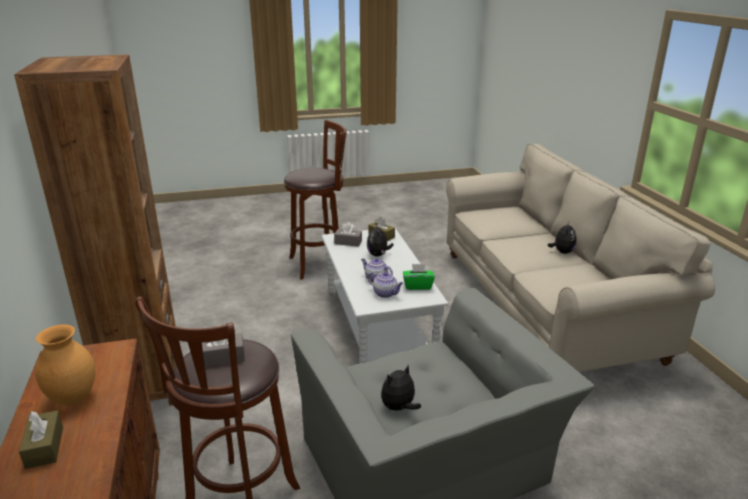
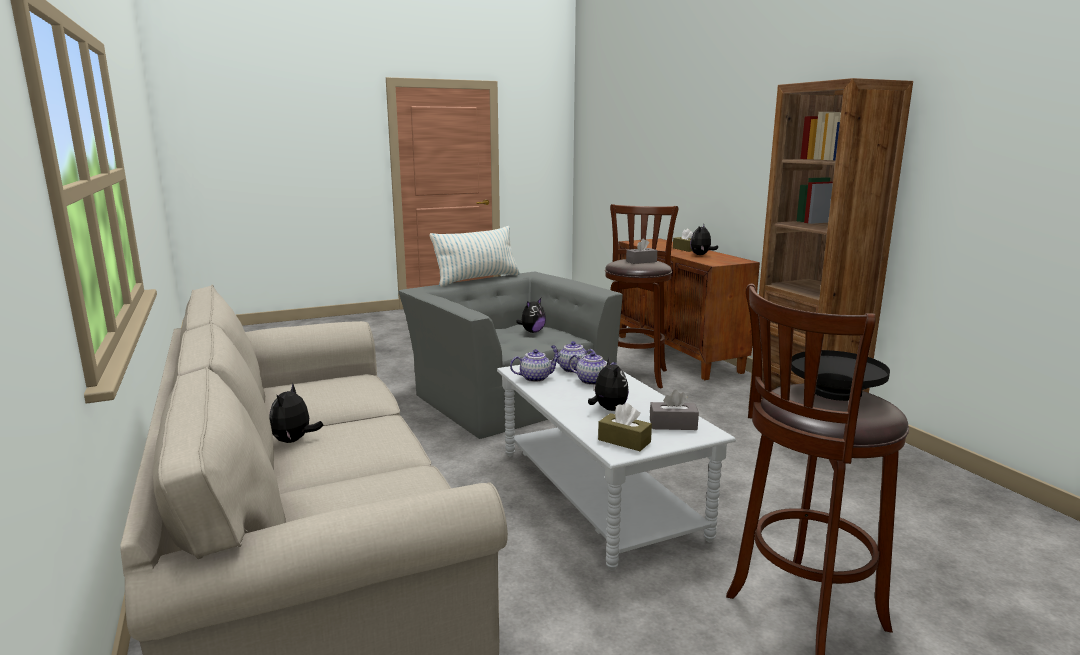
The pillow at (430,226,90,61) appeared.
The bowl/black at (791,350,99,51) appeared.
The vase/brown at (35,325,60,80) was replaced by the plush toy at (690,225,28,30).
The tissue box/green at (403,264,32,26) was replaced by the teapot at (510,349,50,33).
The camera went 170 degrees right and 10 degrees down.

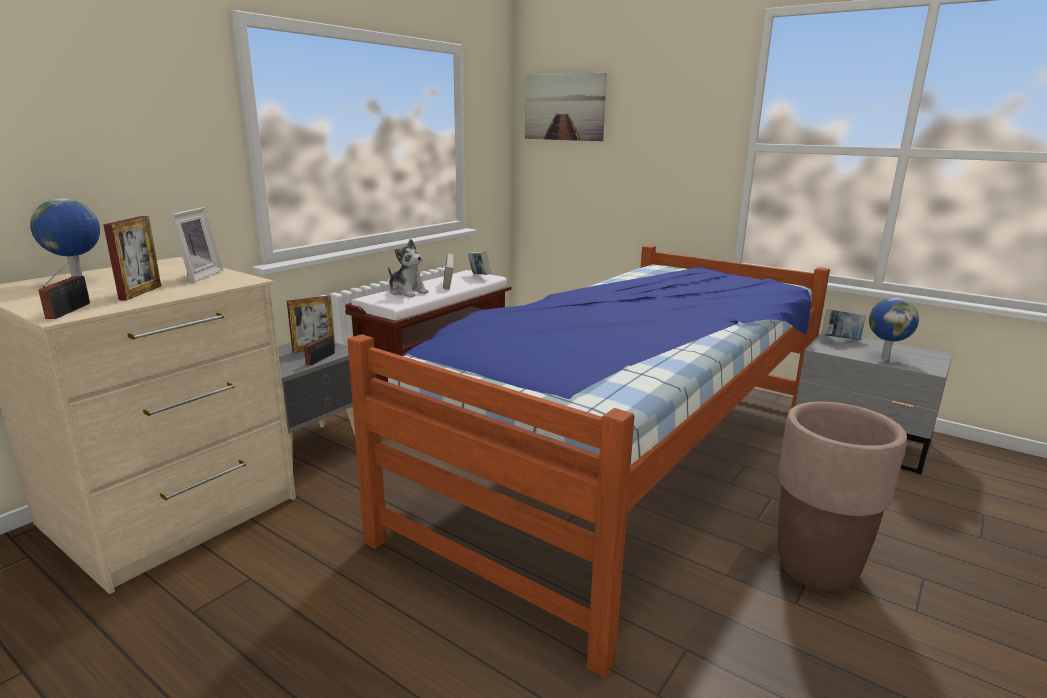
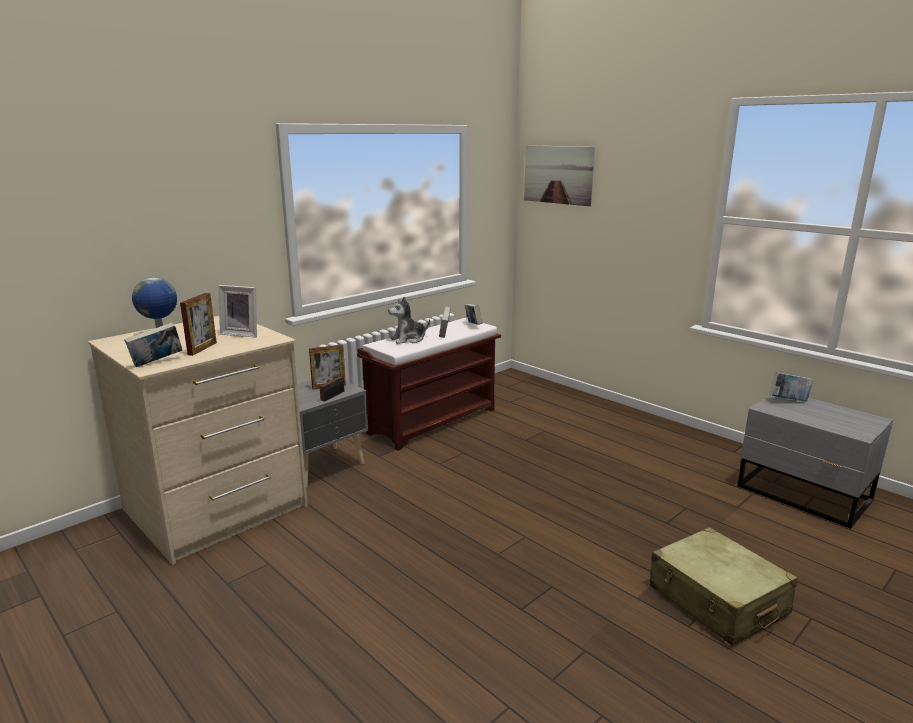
The bed at (347,245,483,432) disappeared.
The globe at (869,298,50,62) disappeared.
The radio at (39,253,51,66) was replaced by the book at (124,322,59,45).
The planter/brown at (777,402,130,189) was replaced by the suitcase/beige at (650,527,148,119).
The picture frame at (169,207,54,76) turned 90 degrees clockwise.
The plush toy at (388,239,41,58) turned 105 degrees clockwise.
The camera went 10 degrees right and 0 degrees up.

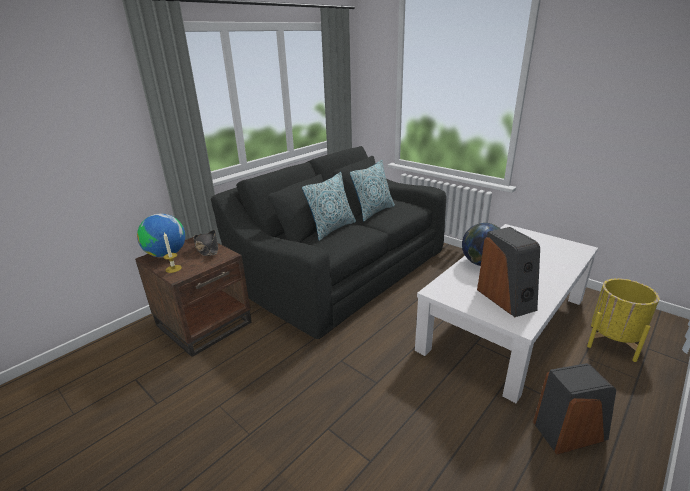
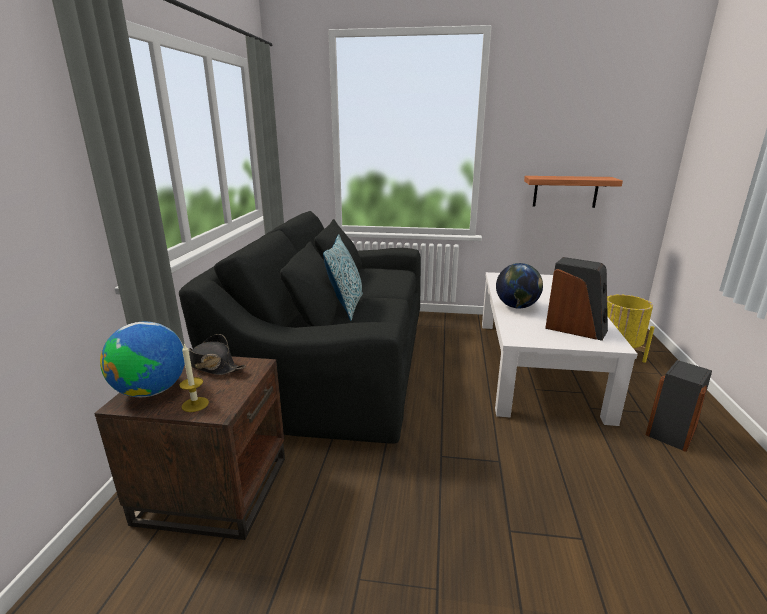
The pillow at (350,160,45,62) disappeared.
The shelf at (524,176,99,32) appeared.
The camera went 35 degrees left and 5 degrees down.

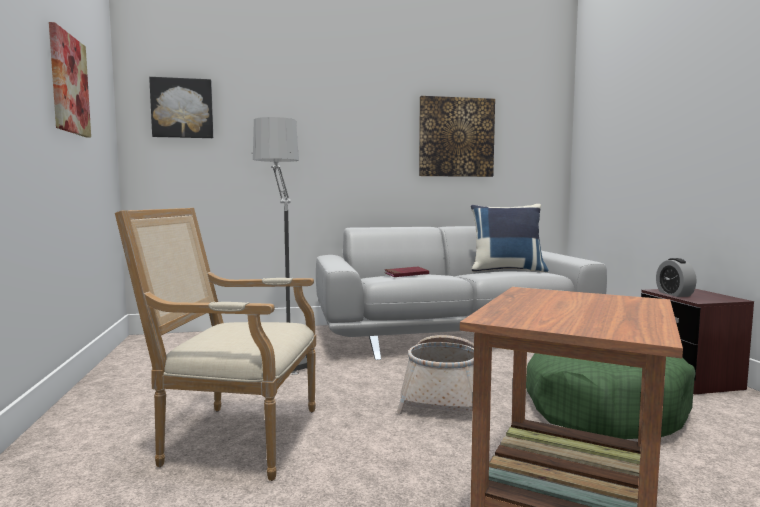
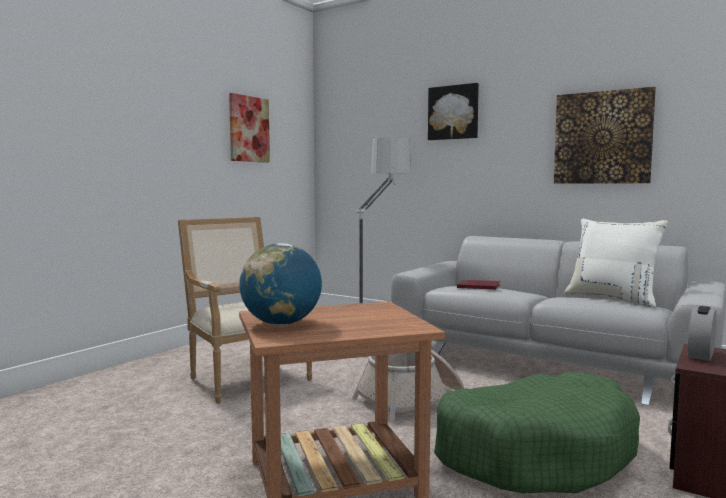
The globe at (239,243,83,82) appeared.
The picture moved from (149,77,64,61) to (428,83,51,57).
The pillow/blue at (471,204,78,68) became the pillow/white at (564,219,104,89).
The camera went 45 degrees right and 0 degrees up.

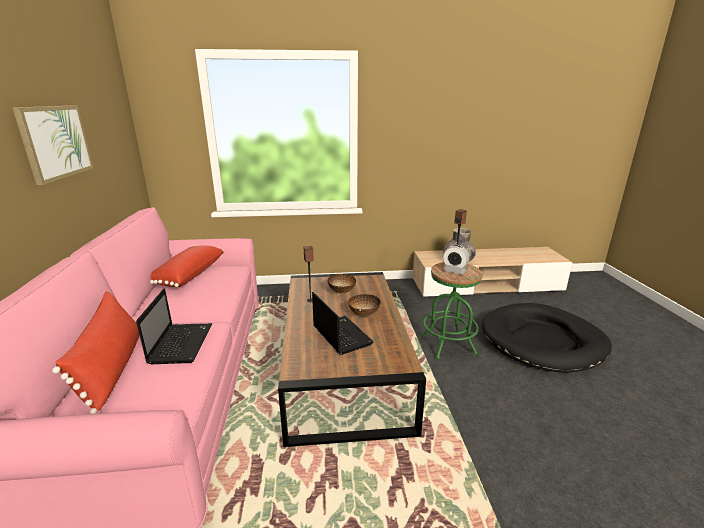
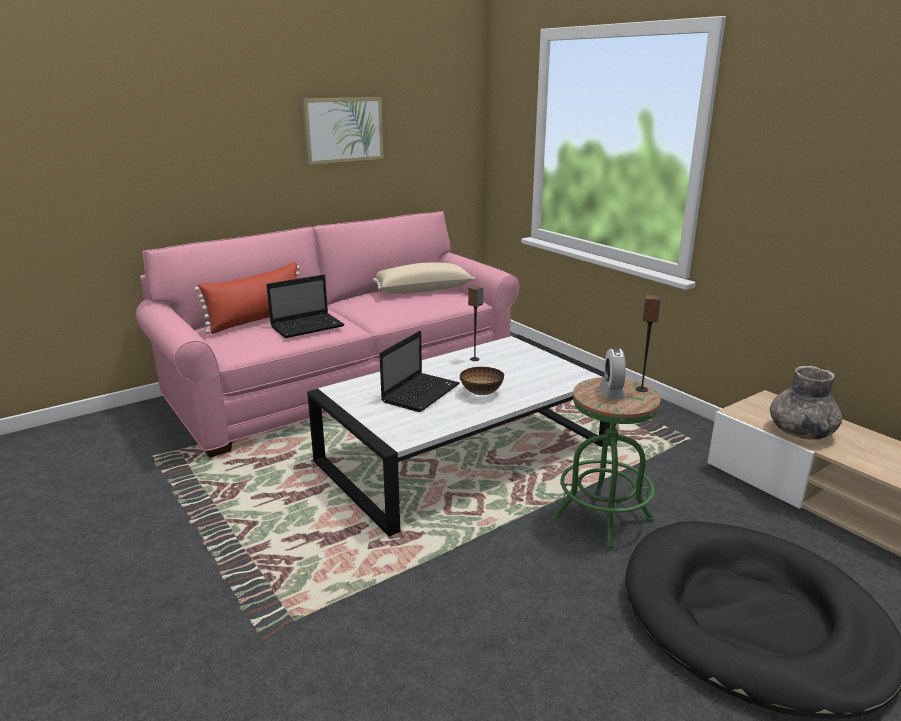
The bowl at (328,274,28,19) disappeared.
The pillow/red at (150,245,74,42) became the pillow/beige at (373,262,102,32).
The coffee table/brown at (278,272,148,175) became the coffee table/white at (307,335,303,201).
The camera went 60 degrees right and 0 degrees up.

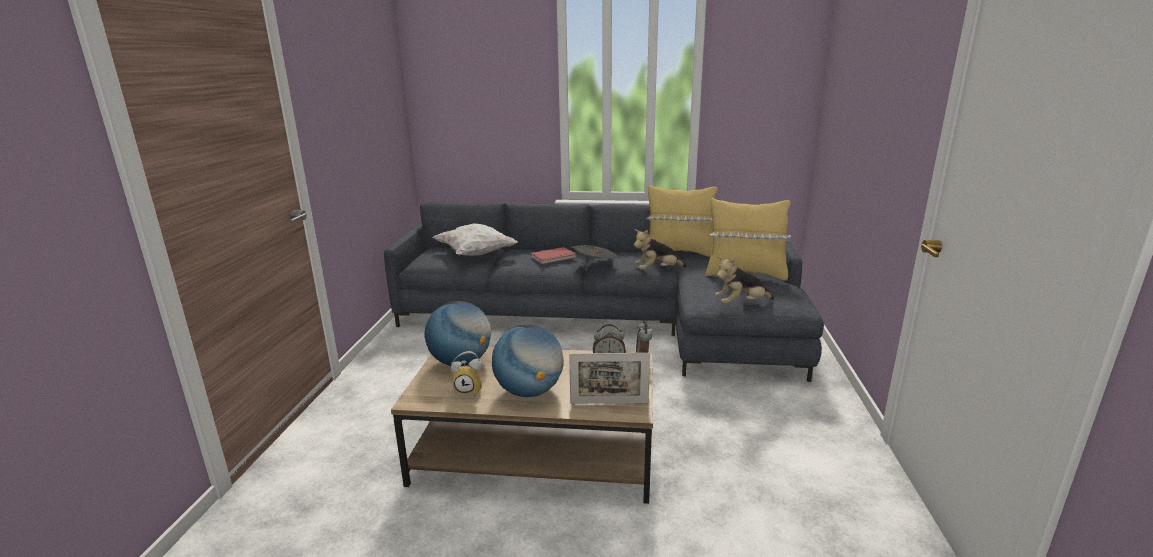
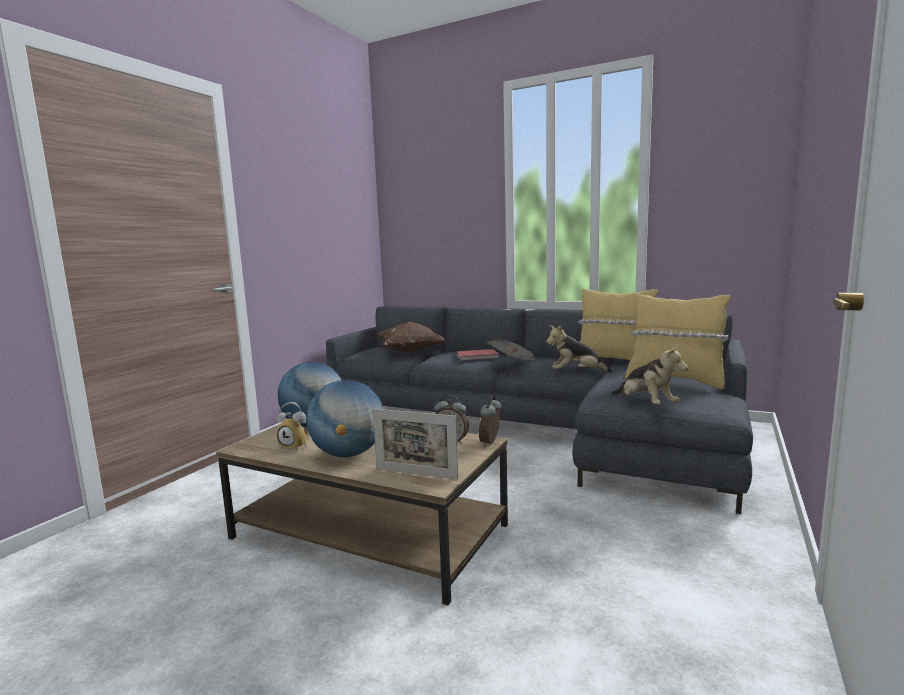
The pillow/white at (433,224,85,32) became the pillow/brown at (376,322,70,30).
The plush toy at (715,257,59,47) turned 120 degrees counterclockwise.
The camera went 20 degrees right and 10 degrees down.

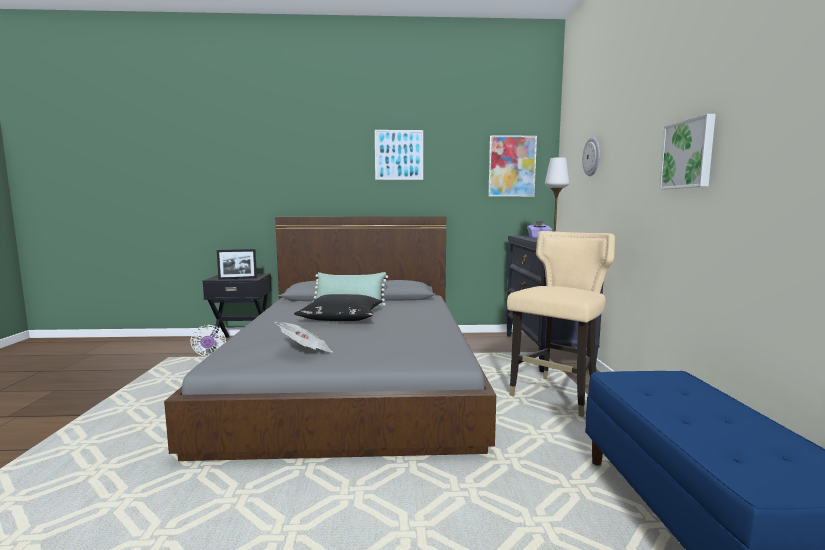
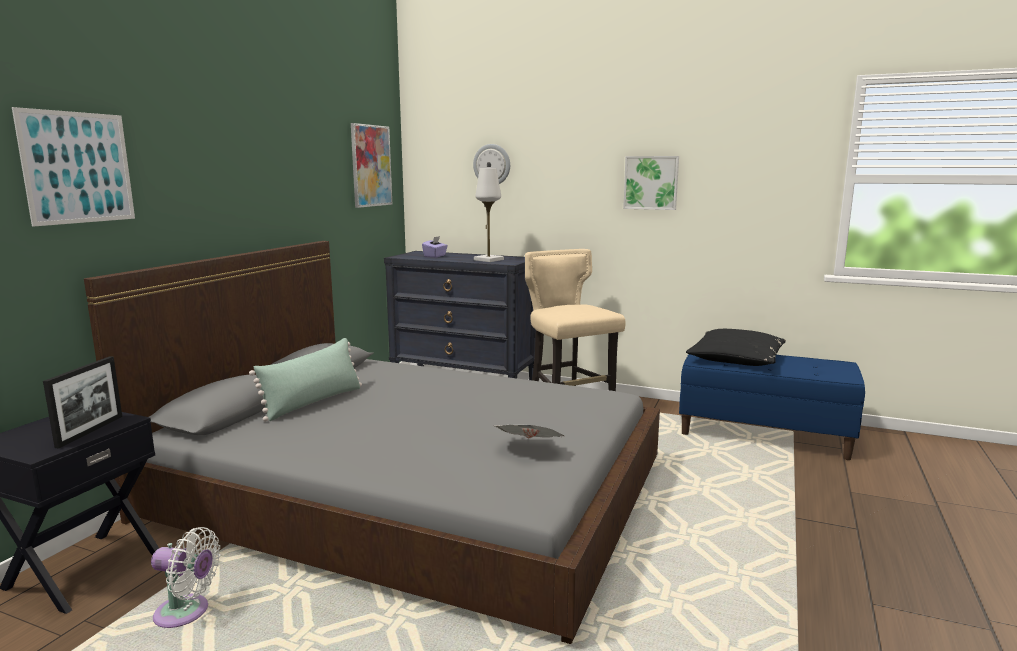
The pillow/black moved from (294,294,89,27) to (686,329,100,37).
The picture moved from (375,130,48,50) to (12,107,123,120).
The camera went 65 degrees left and 5 degrees up.

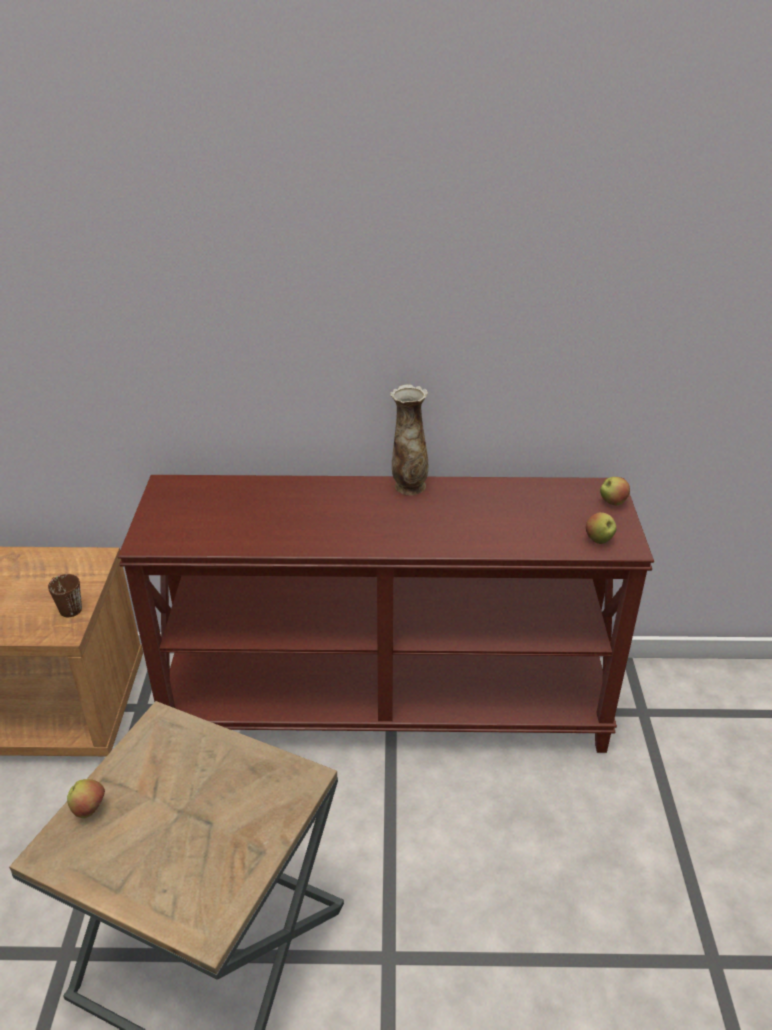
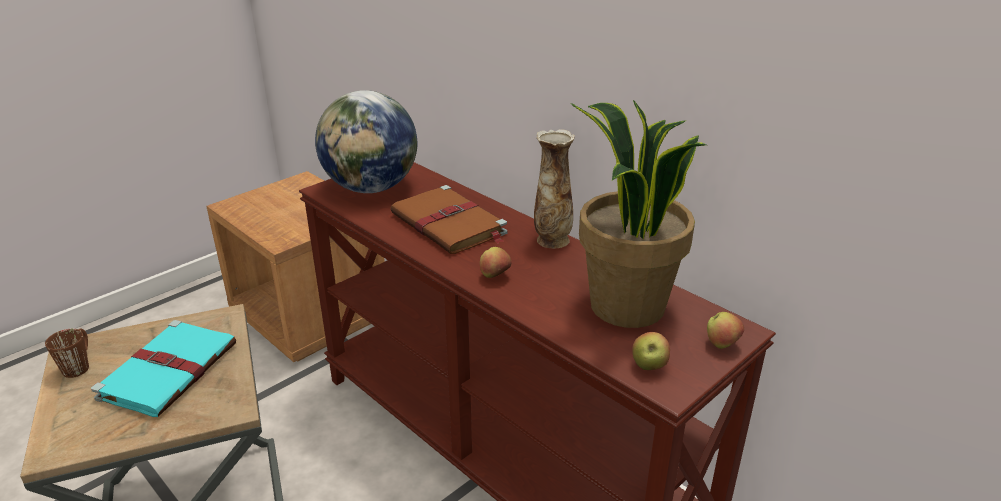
The book/turquoise at (91,320,145,97) appeared.
The globe at (315,90,102,103) appeared.
The book/brown at (390,185,118,69) appeared.
The potted plant at (571,100,135,228) appeared.
The mug/brown moved from (48,574,34,43) to (45,328,44,50).
The apple moved from (67,779,38,39) to (480,247,31,31).
The camera went 45 degrees right and 5 degrees down.

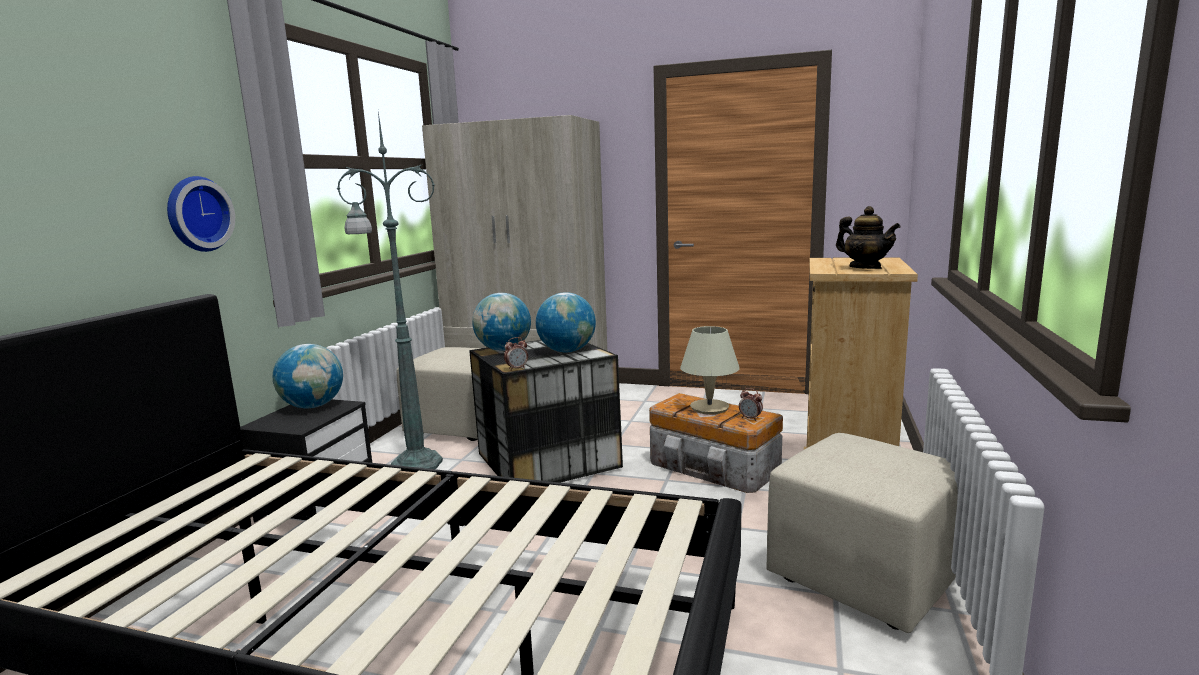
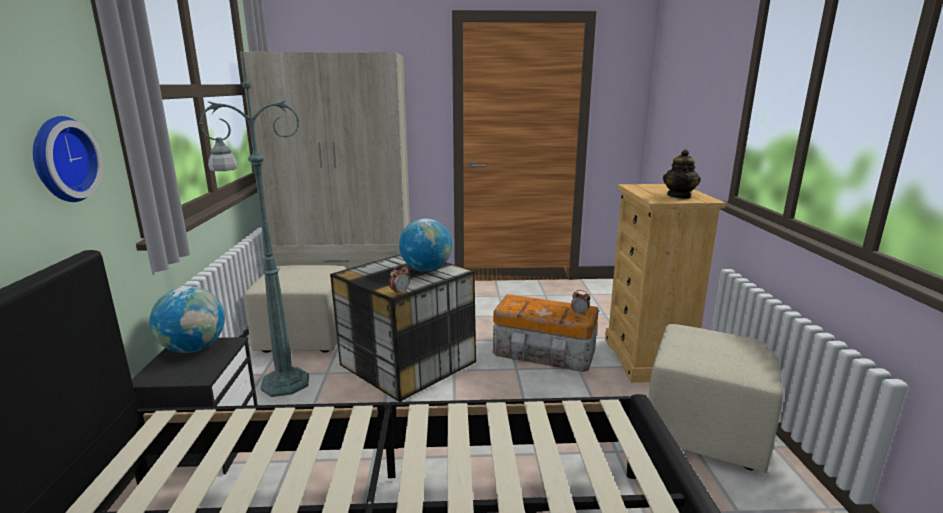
The globe at (472,293,59,58) disappeared.
The table lamp/beige at (680,326,60,88) disappeared.
The teapot at (836,206,65,63) turned 75 degrees clockwise.
The camera went 20 degrees left and 5 degrees up.

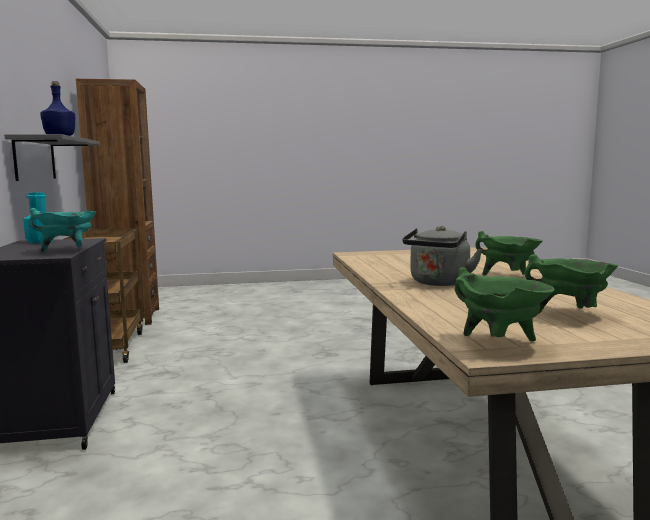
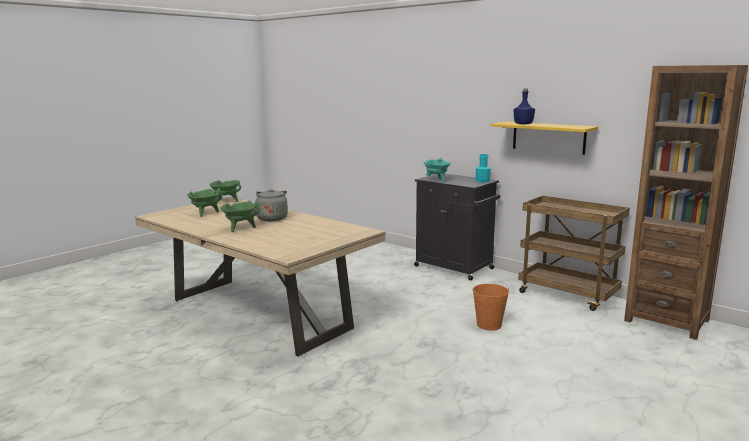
The bucket/orange at (473,284,36,46) appeared.
The shelf/grey at (4,134,96,47) became the shelf/yellow at (491,121,107,34).
The camera went 140 degrees right and 5 degrees up.

